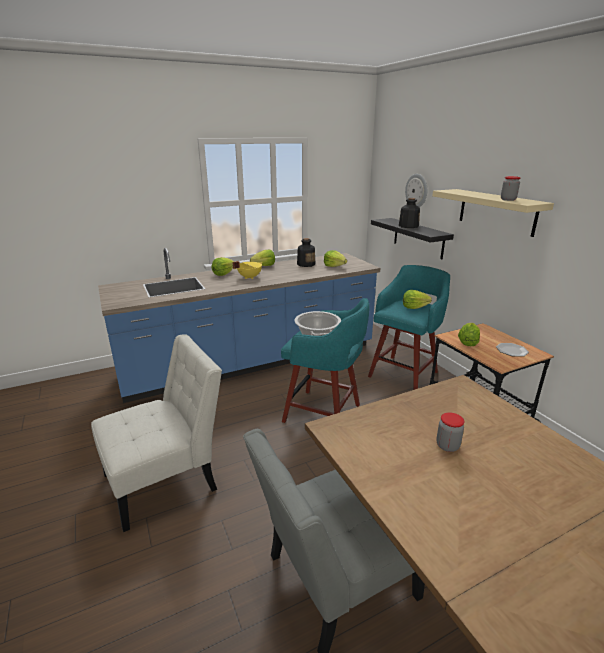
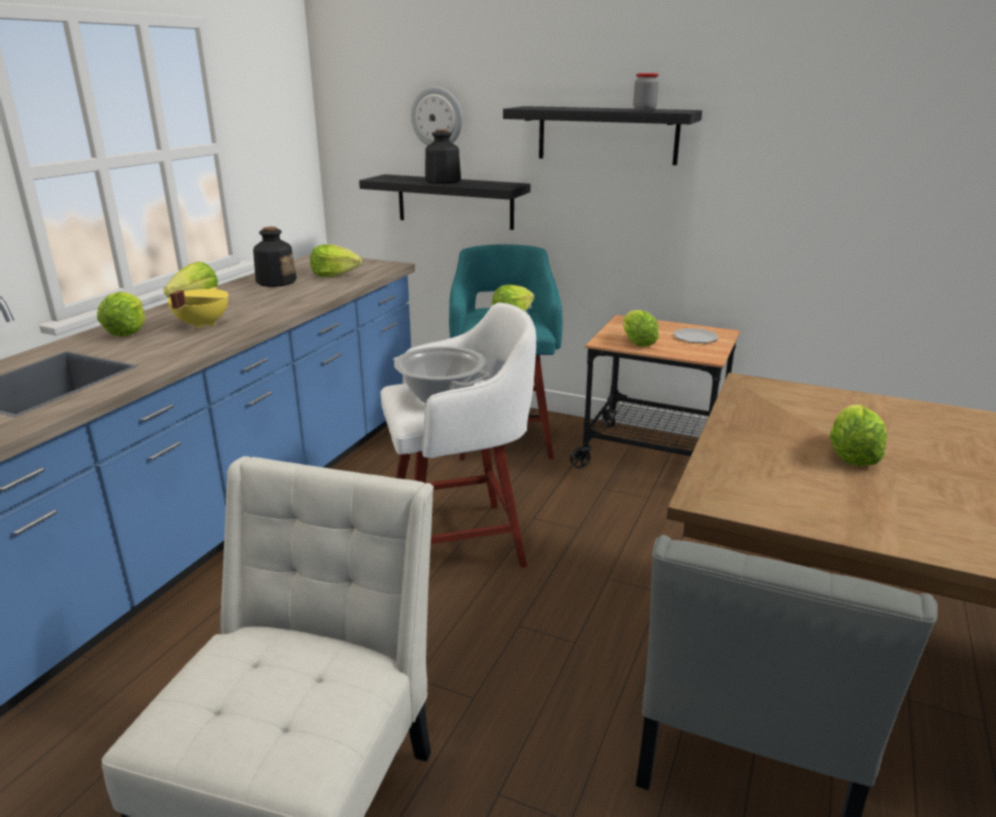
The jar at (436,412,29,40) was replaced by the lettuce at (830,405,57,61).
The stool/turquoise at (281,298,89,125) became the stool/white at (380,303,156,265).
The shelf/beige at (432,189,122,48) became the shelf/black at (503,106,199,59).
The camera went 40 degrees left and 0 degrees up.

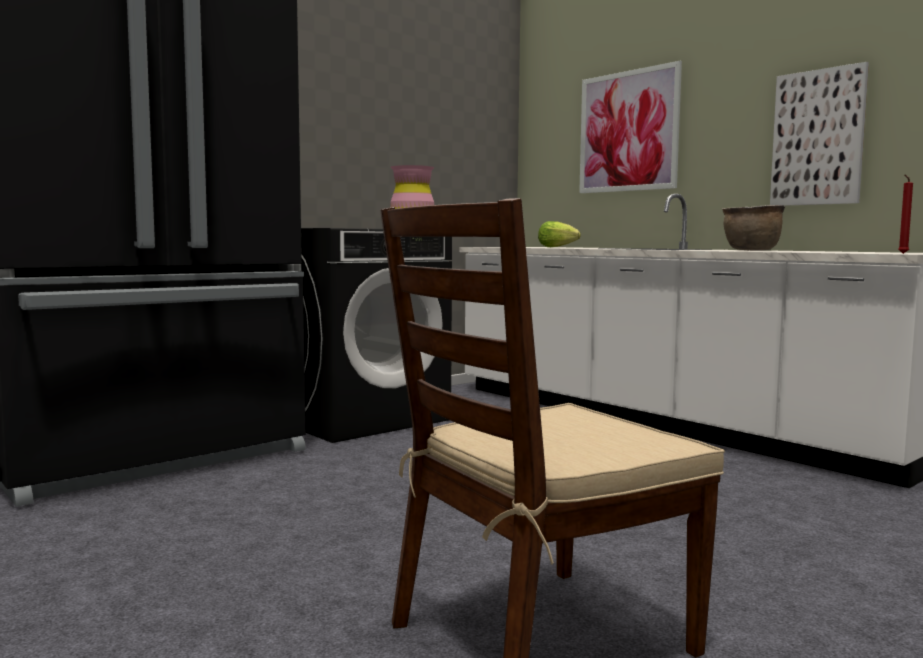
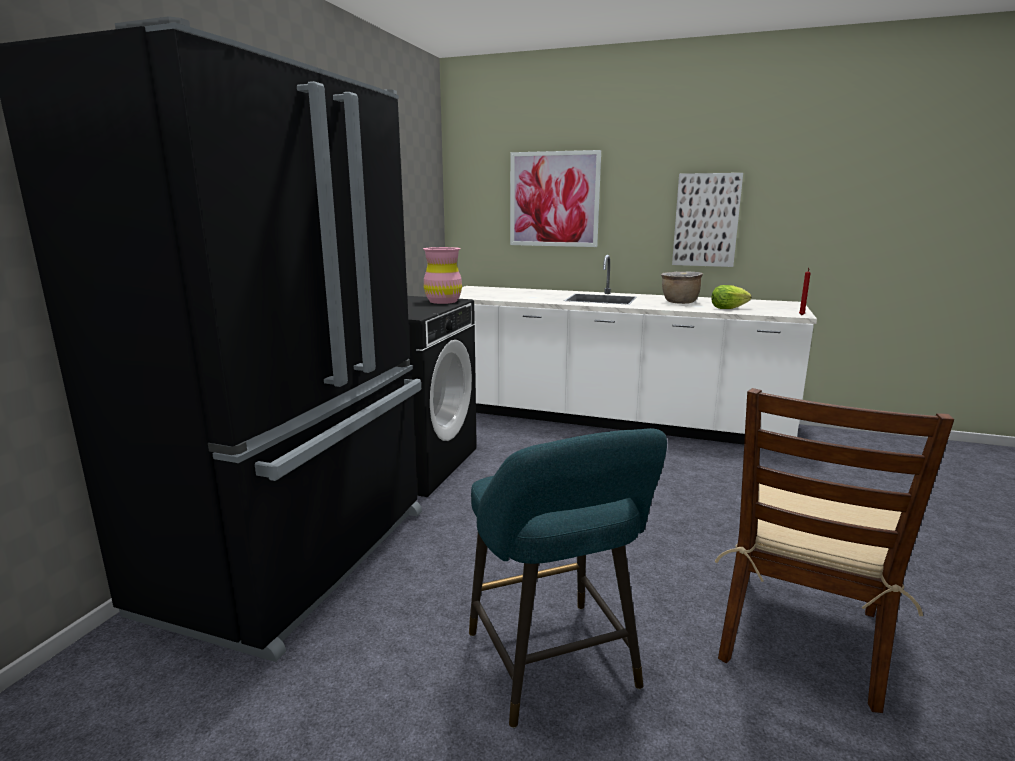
The stool/turquoise at (469,428,198,300) appeared.
The lettuce moved from (538,221,43,26) to (711,285,41,24).
The camera went 30 degrees left and 10 degrees up.

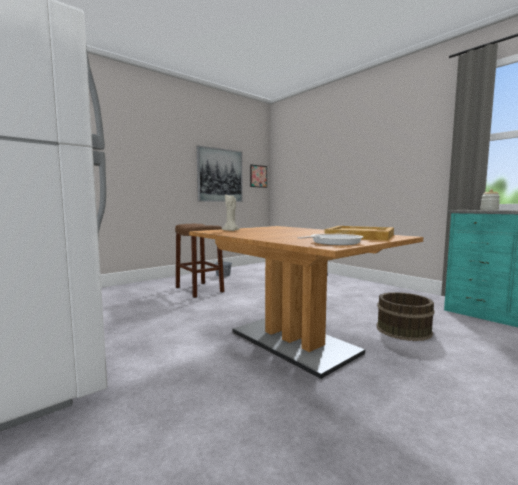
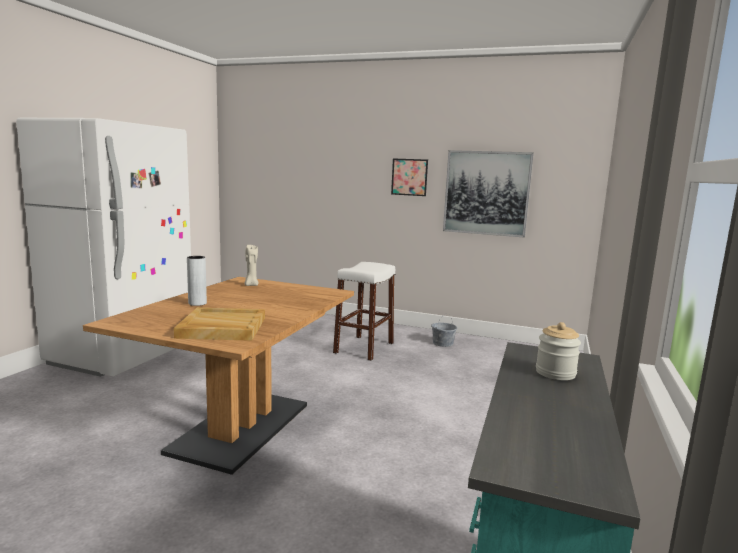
The frying pan at (297,234,66,11) disappeared.
The bucket/brown at (377,292,58,49) disappeared.
The vase/grey at (187,256,20,50) appeared.
The picture moved from (250,165,17,23) to (391,158,37,38).
The stool/brown at (175,224,49,74) became the stool/white at (333,262,62,99).
The camera went 60 degrees right and 5 degrees up.

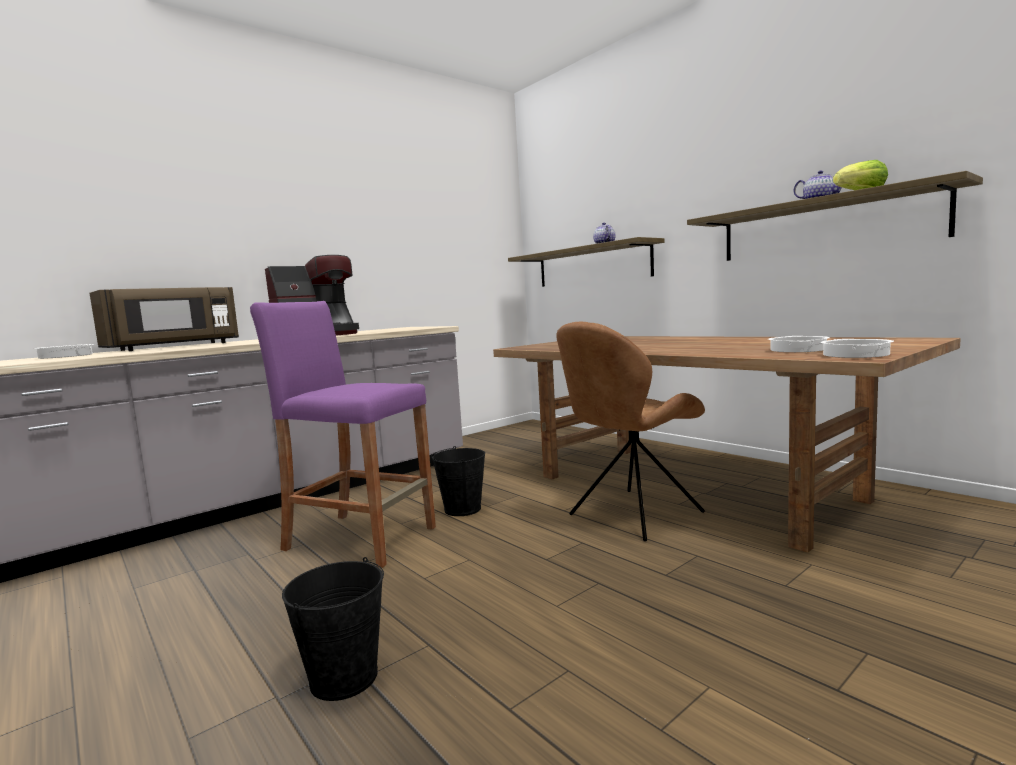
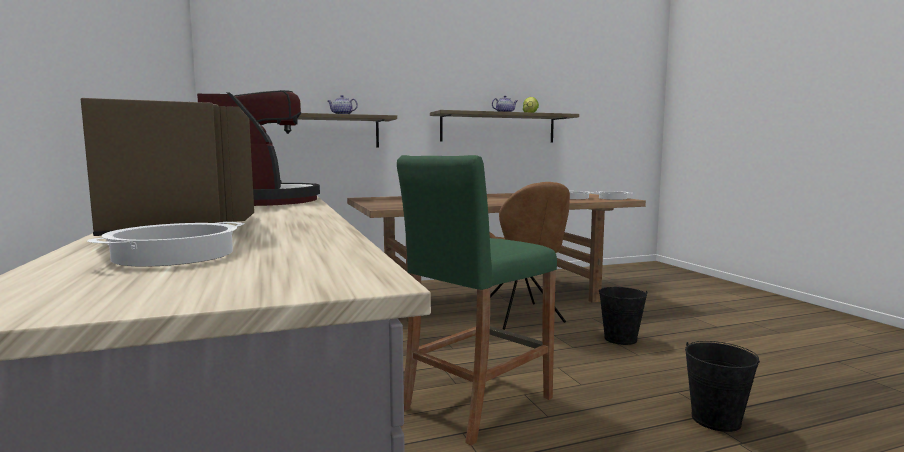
The bucket/black moved from (431,446,54,70) to (599,287,48,58).
The stool/purple at (250,301,186,267) became the stool/green at (397,155,160,291).
The camera went 70 degrees left and 0 degrees up.

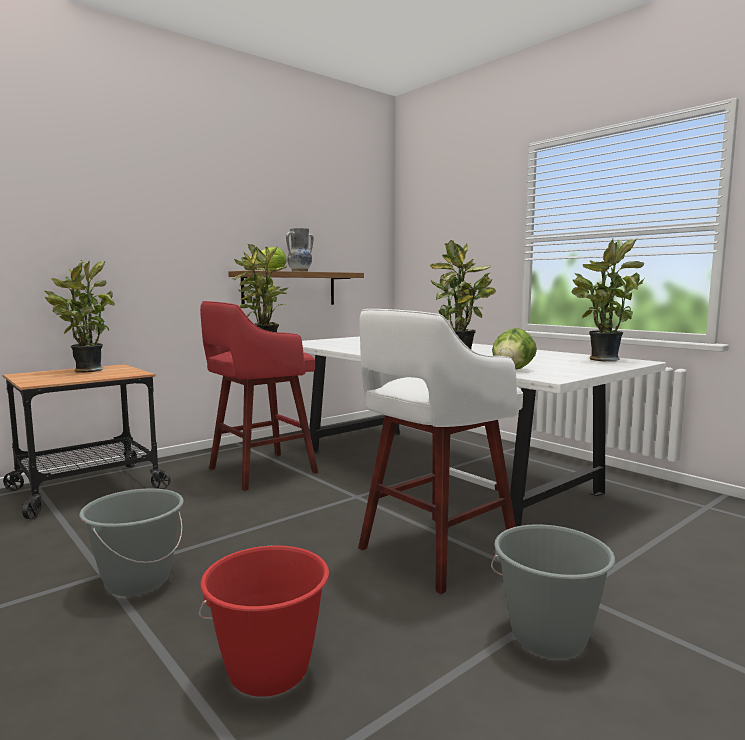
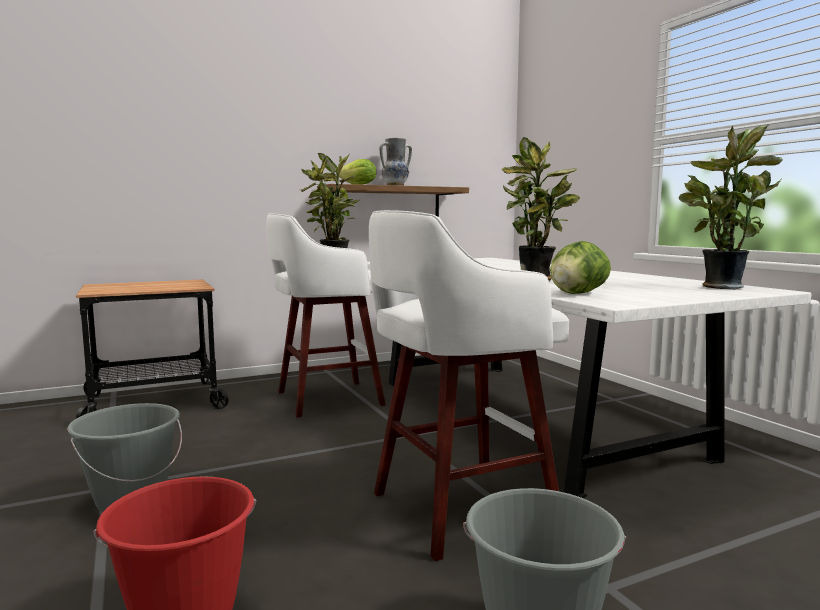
The potted plant at (45,260,70,113) disappeared.
The stool/red at (200,301,118,190) became the stool/white at (266,213,120,205).
The camera went 15 degrees right and 0 degrees up.

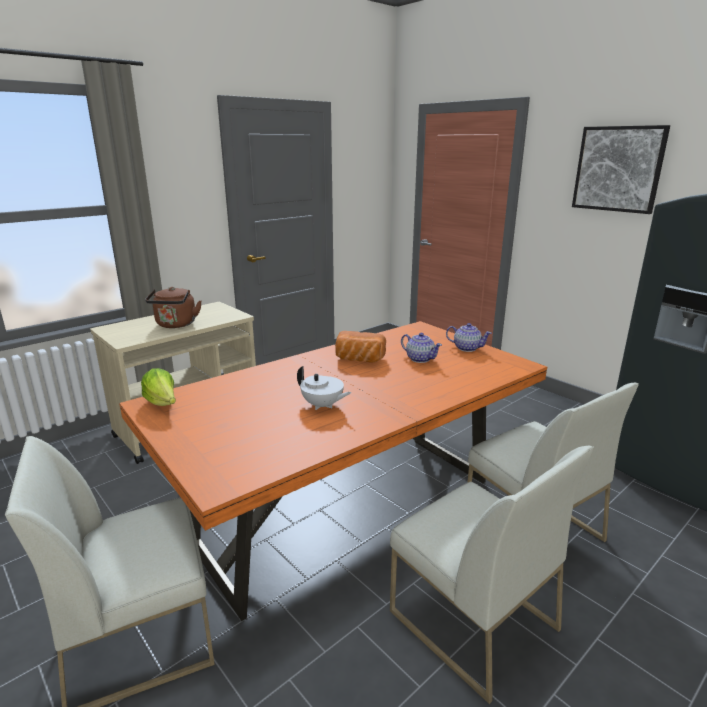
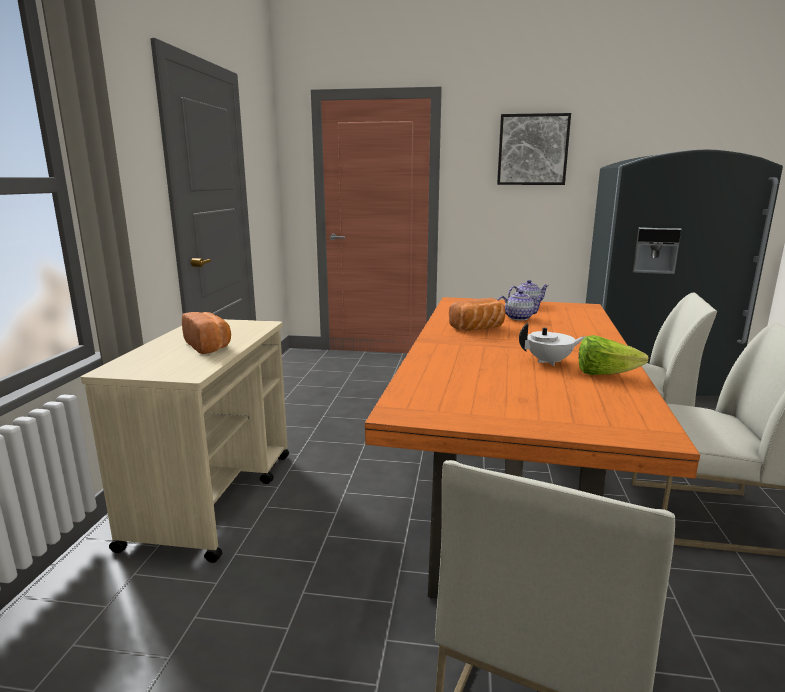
The lettuce moved from (141,368,35,38) to (579,335,70,40).
The kettle/brown at (145,287,57,41) was replaced by the bread at (182,312,49,42).
The camera went 40 degrees left and 5 degrees down.

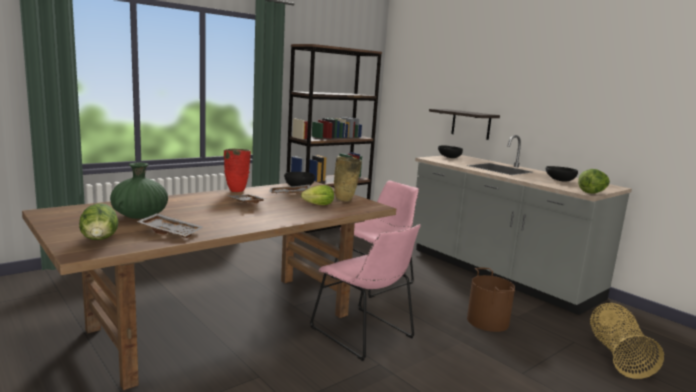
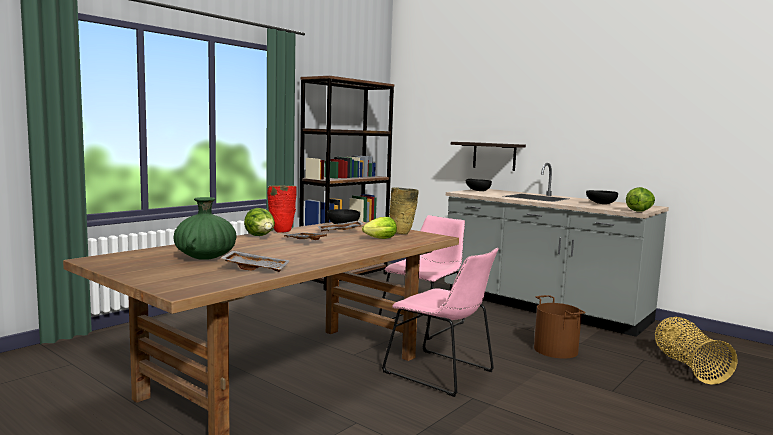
The lettuce moved from (79,203,39,37) to (244,208,31,28).
The camera went 10 degrees left and 5 degrees down.

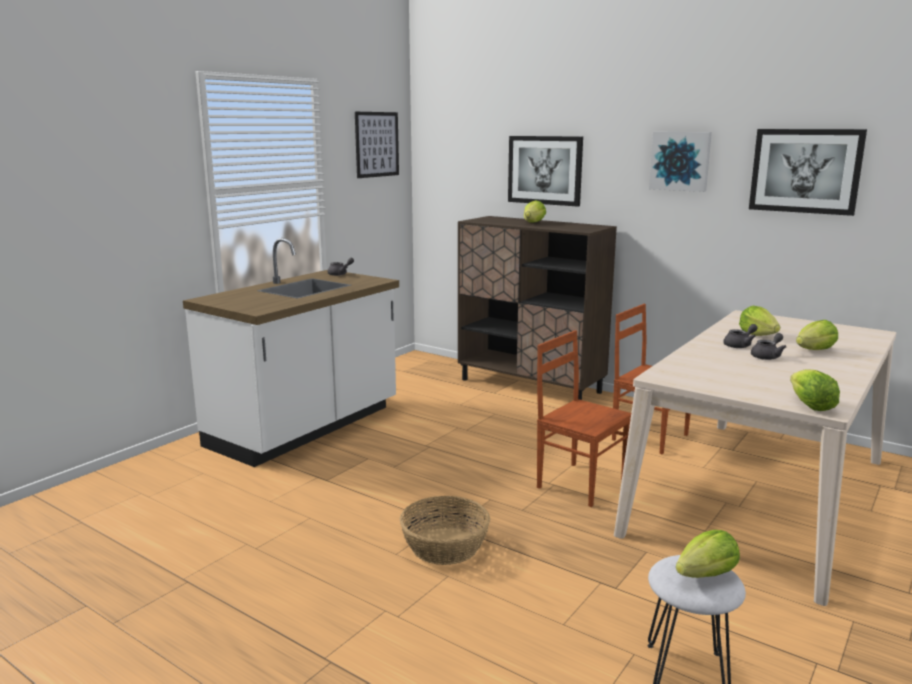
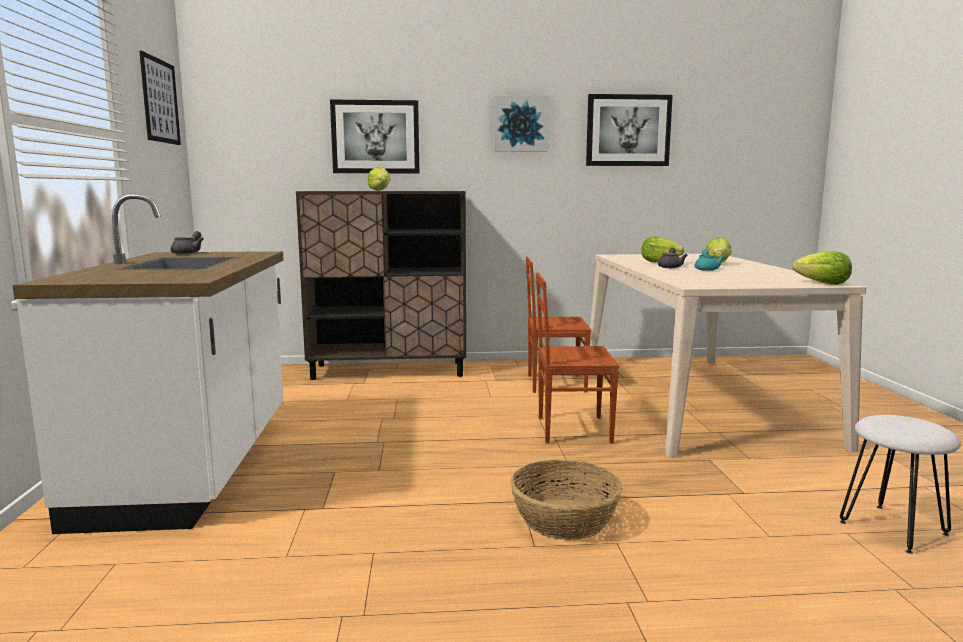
The lettuce at (676,530,64,48) disappeared.
The teapot/grey at (751,333,36,27) became the teapot/turquoise at (694,249,31,22).
The camera went 40 degrees left and 5 degrees down.

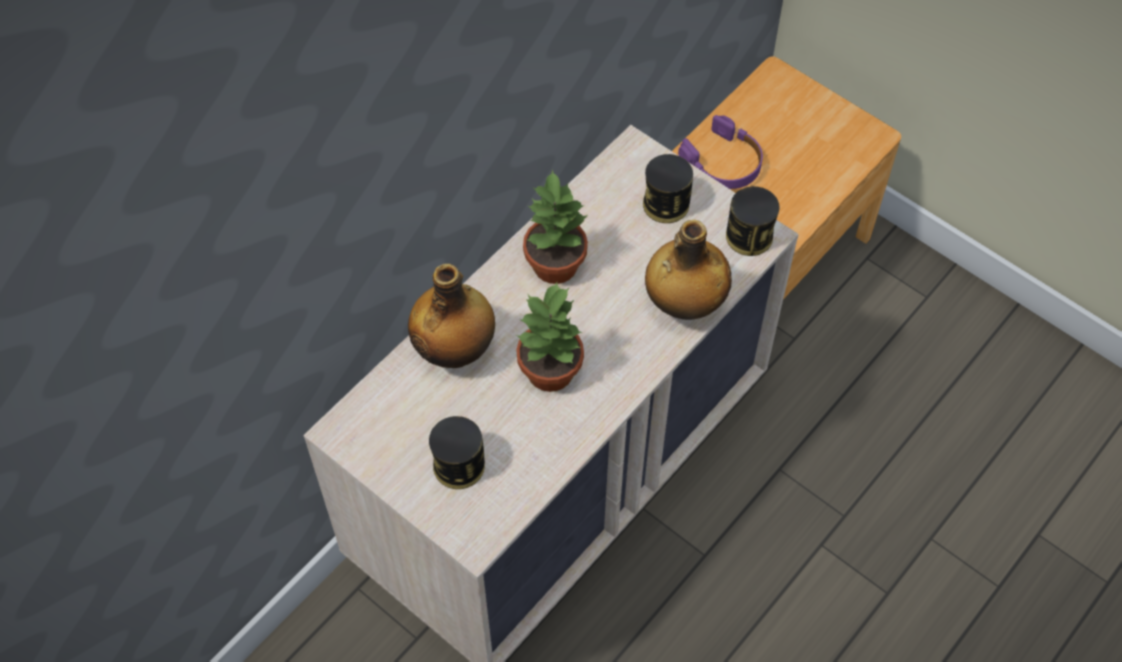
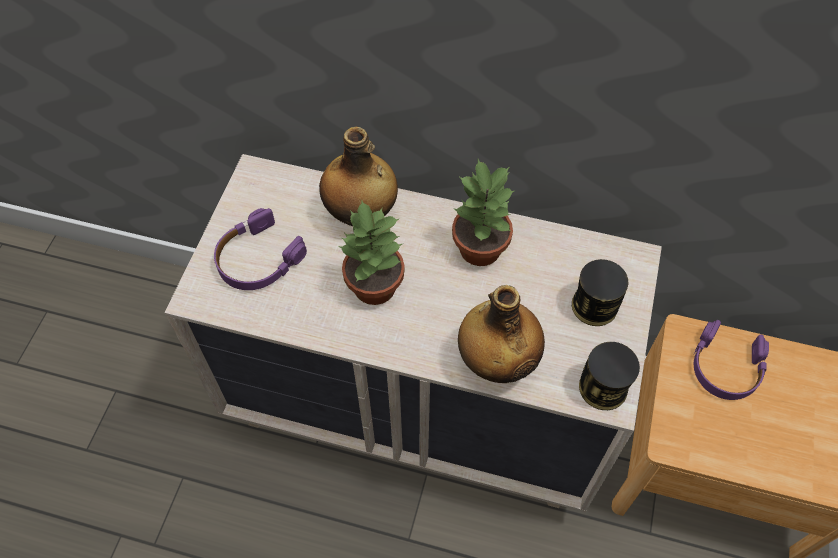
The can at (429,416,56,73) was replaced by the headphones/purple at (214,208,93,82).
The camera went 65 degrees right and 0 degrees up.

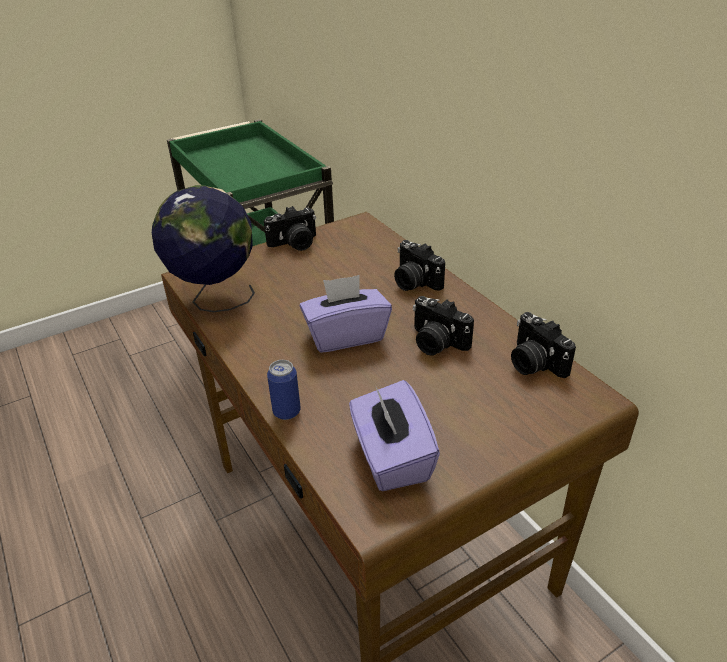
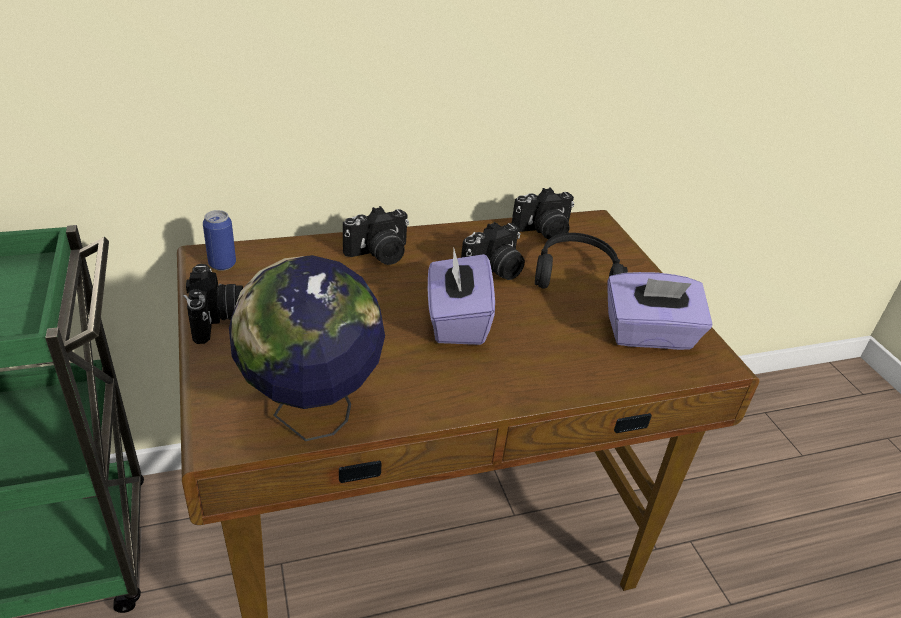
The headphones/black at (535,233,93,56) appeared.
The can moved from (267,360,34,60) to (203,210,33,61).
The camera went 80 degrees left and 0 degrees up.

